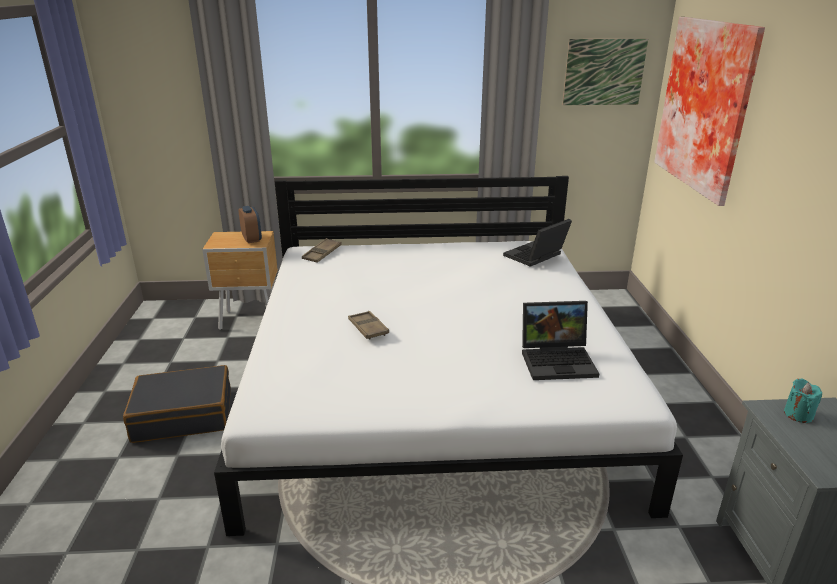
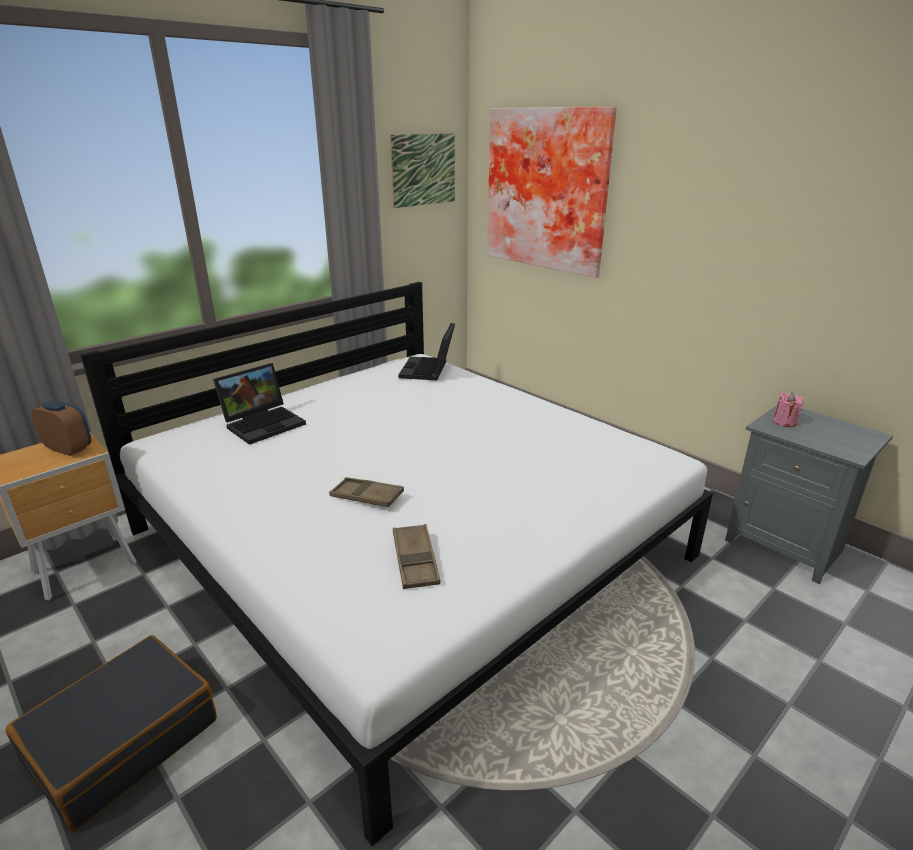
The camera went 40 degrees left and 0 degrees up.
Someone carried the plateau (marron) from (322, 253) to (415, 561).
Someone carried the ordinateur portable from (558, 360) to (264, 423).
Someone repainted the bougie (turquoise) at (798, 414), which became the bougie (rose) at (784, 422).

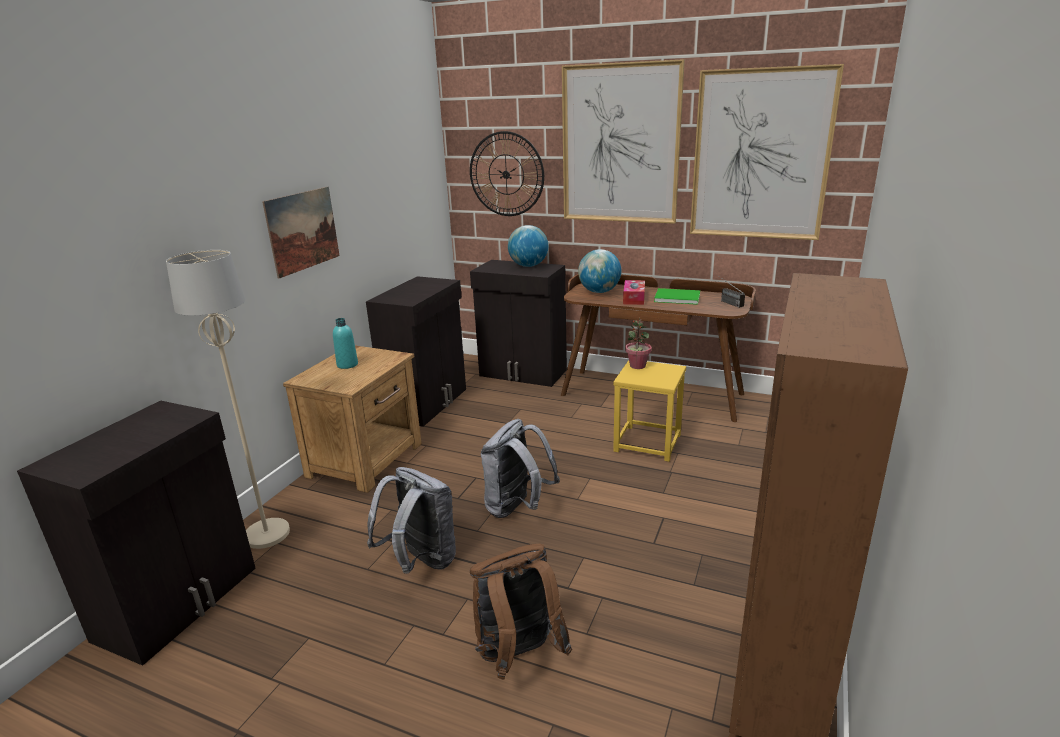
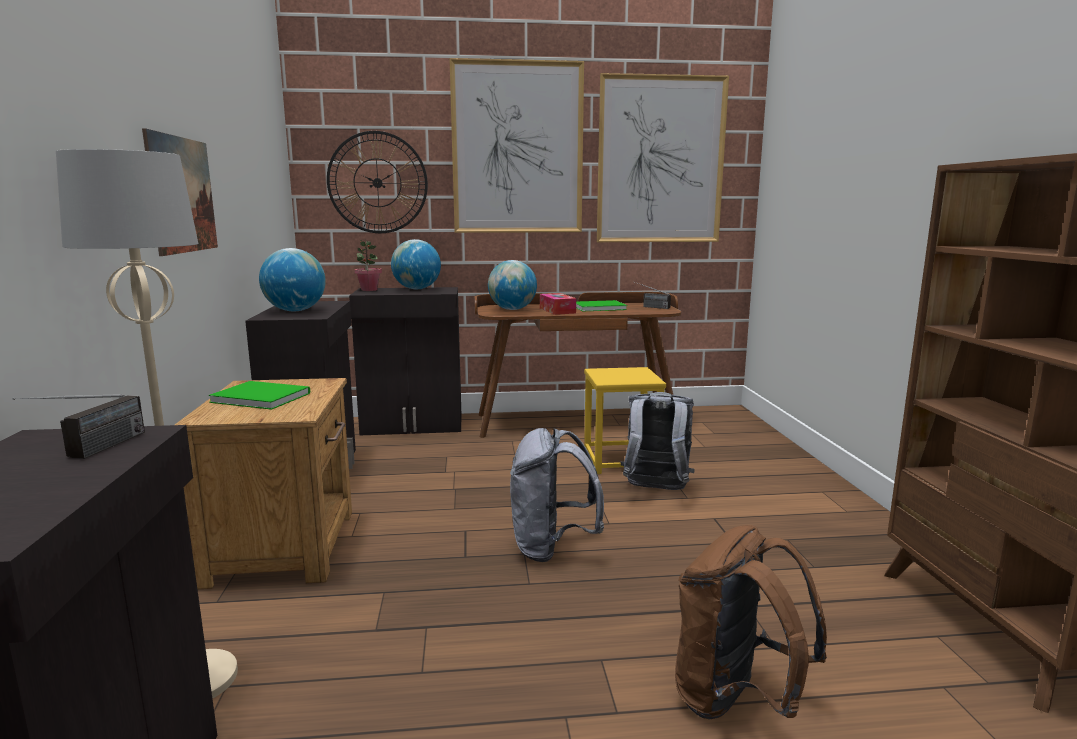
The camera went 30 degrees left and 10 degrees down.
Someone swapped the bouteille (turquoise) at (347, 365) for the livre (vert) at (260, 397).
Someone carried the plante en pot from (637, 366) to (369, 290).
Someone carried the sac à dos (gris) from (421, 562) to (655, 490).
Someone put down the globe at (295, 311).
Someone put down the radio at (92, 451).

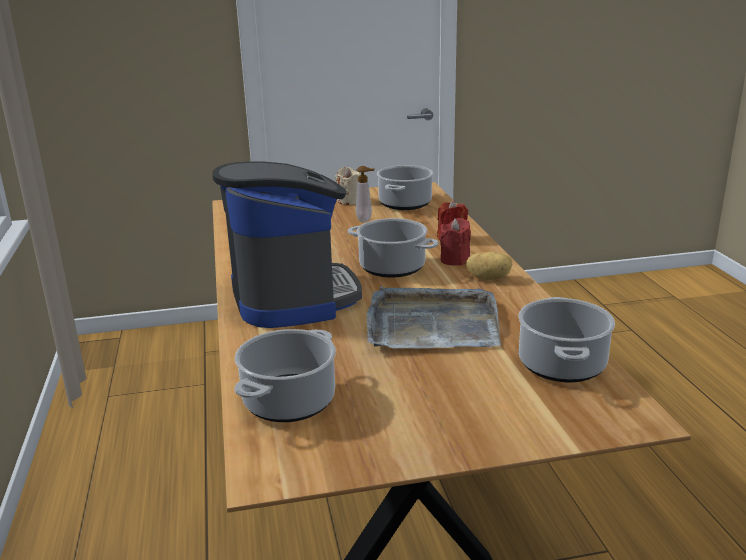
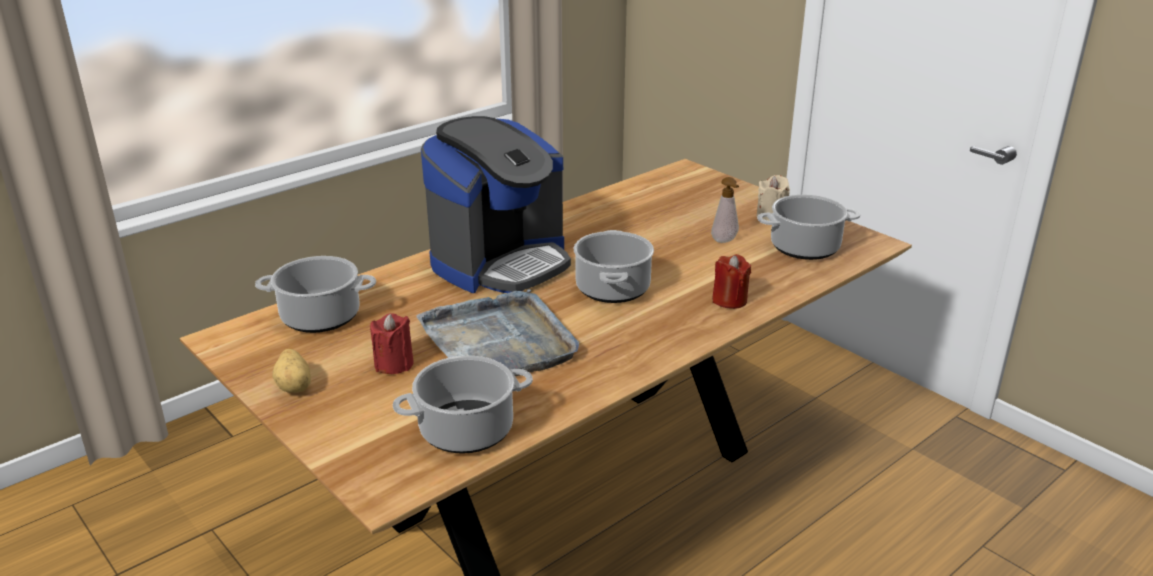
The camera went 60 degrees right and 5 degrees up.
Someone carried the bougie (rouge) from (455, 260) to (394, 364).
Someone carried the pomme de terre from (489, 278) to (295, 386).

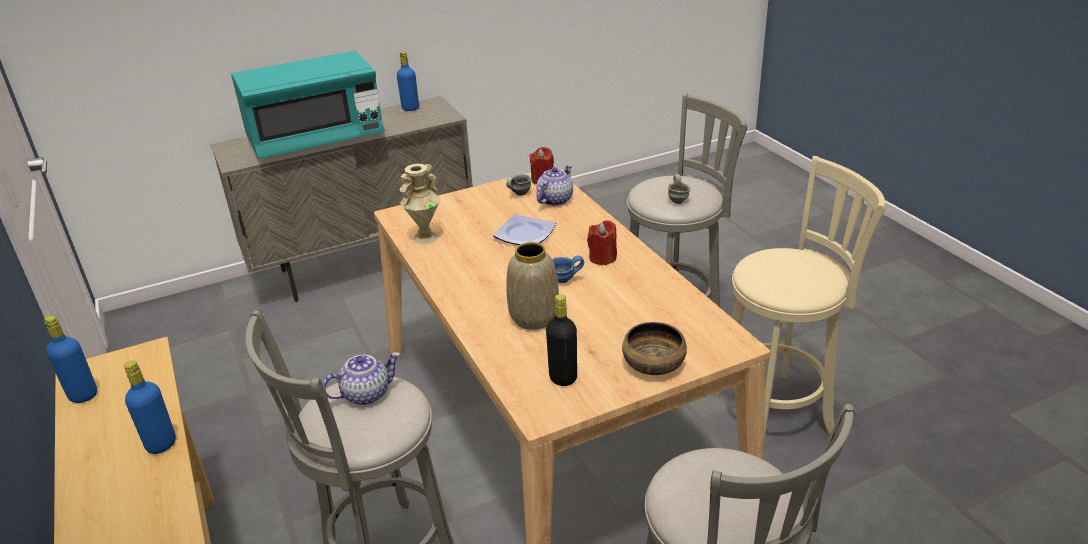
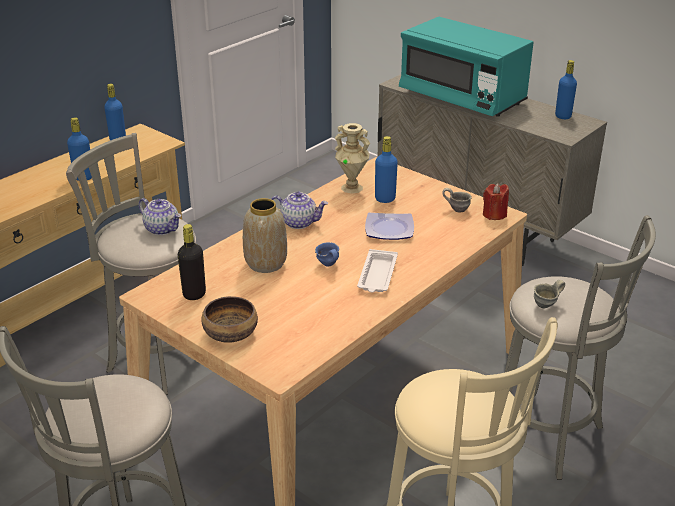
The camera went 65 degrees right and 0 degrees up.
Someone carried the théière from (555, 200) to (299, 222).
Someone swapped the bougie (rouge) at (602, 258) for the plateau (blanc) at (377, 276).
Someone put down the bouteille (bleu) at (385, 199).

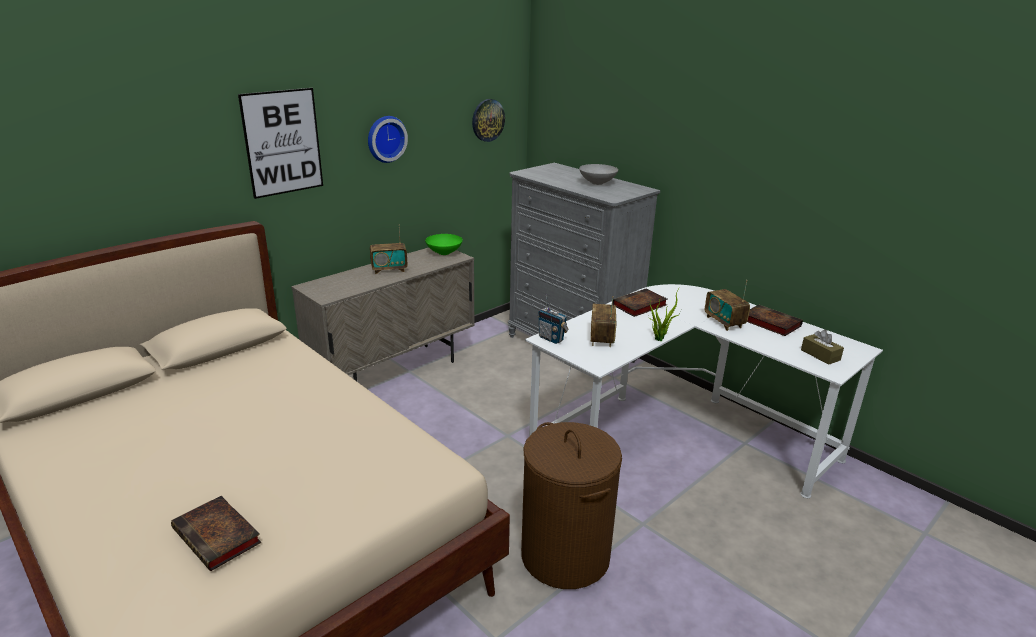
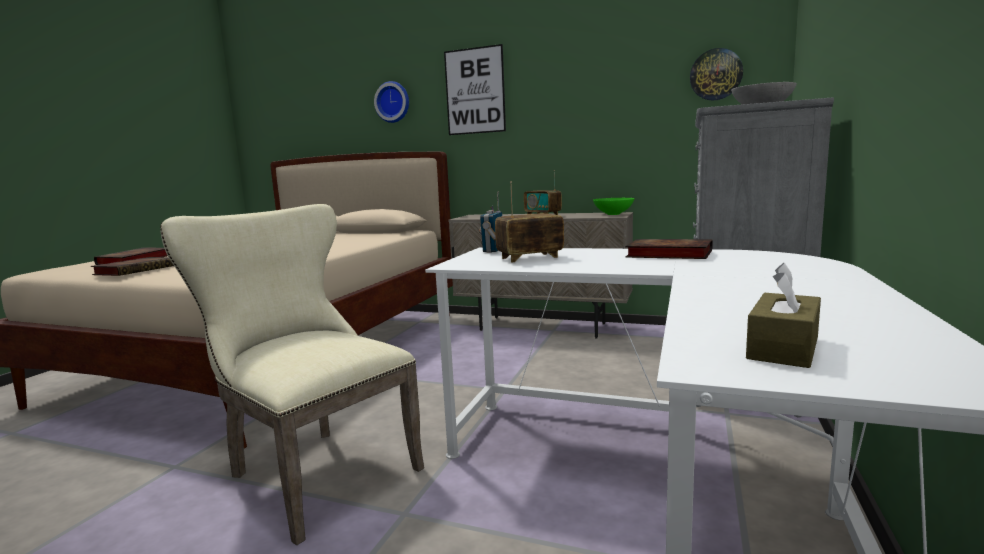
The camera went 65 degrees right and 15 degrees down.
Someone carried the horloge murale from (385, 138) to (393, 102).
Someone took away the radio at (724, 322).
Someone took away the plante en pot at (659, 338).
Someone carried the livre from (769, 323) to (137, 270).
Someone swapped the panier à linge (marron) at (564, 555) for the chaise (beige) at (313, 471).

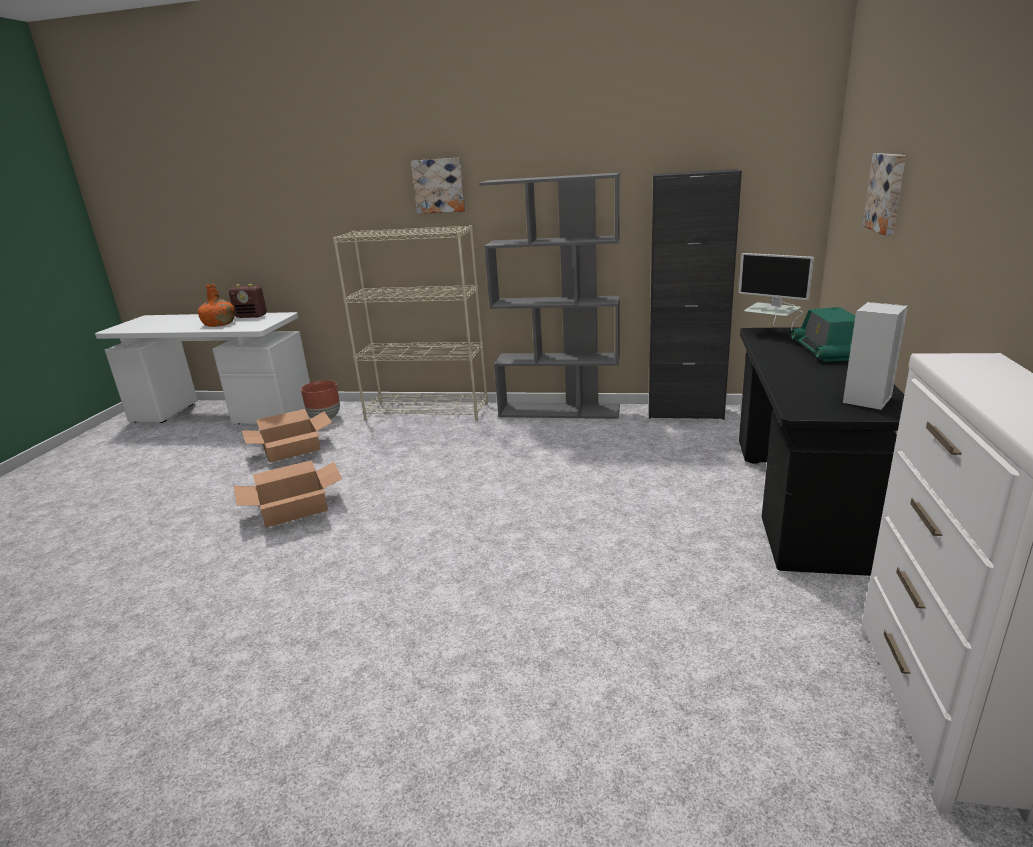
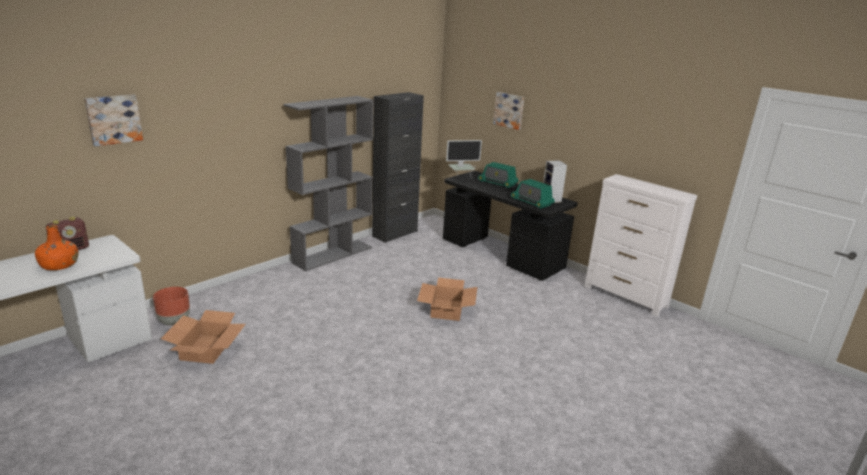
The camera went 60 degrees left and 0 degrees up.
Someone carried the tableau from (439, 185) to (113, 119).
Someone took away the bibliothèque (beige) at (427, 411).
Someone carried the carton from (293, 508) to (446, 309).
Someone put down the radio at (532, 202).

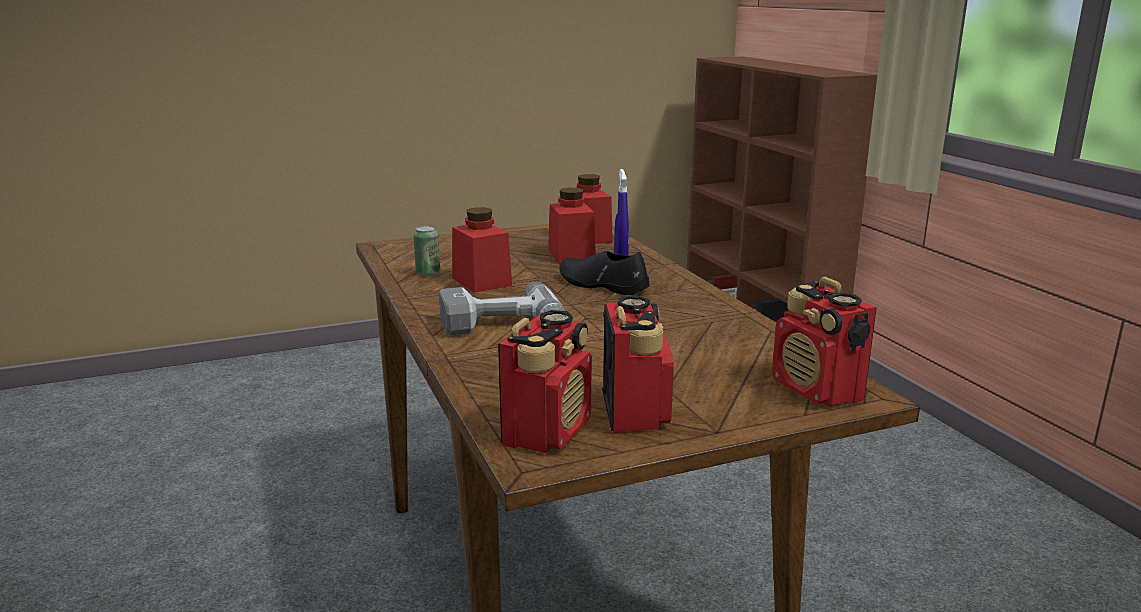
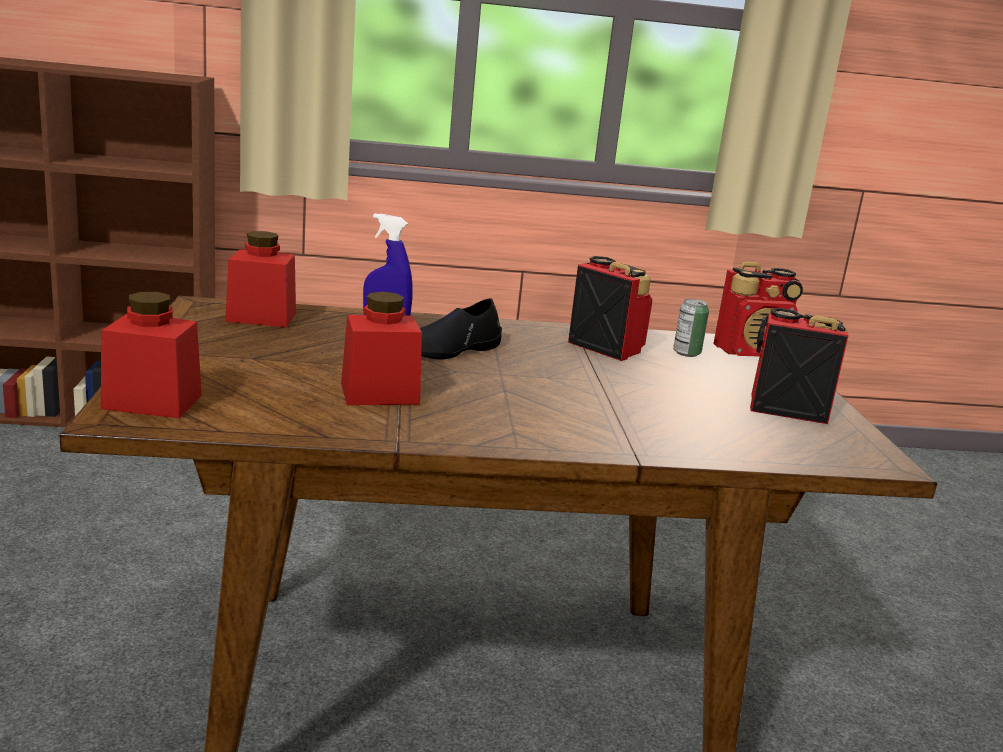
The camera went 75 degrees left and 0 degrees up.
Someone carried the bocal (rouge) from (571, 255) to (152, 402).
Someone carried the boîte métallique from (428, 273) to (686, 353).
Someone took away the perceuse at (505, 329).
Someone carried the radio from (548, 431) to (605, 348).

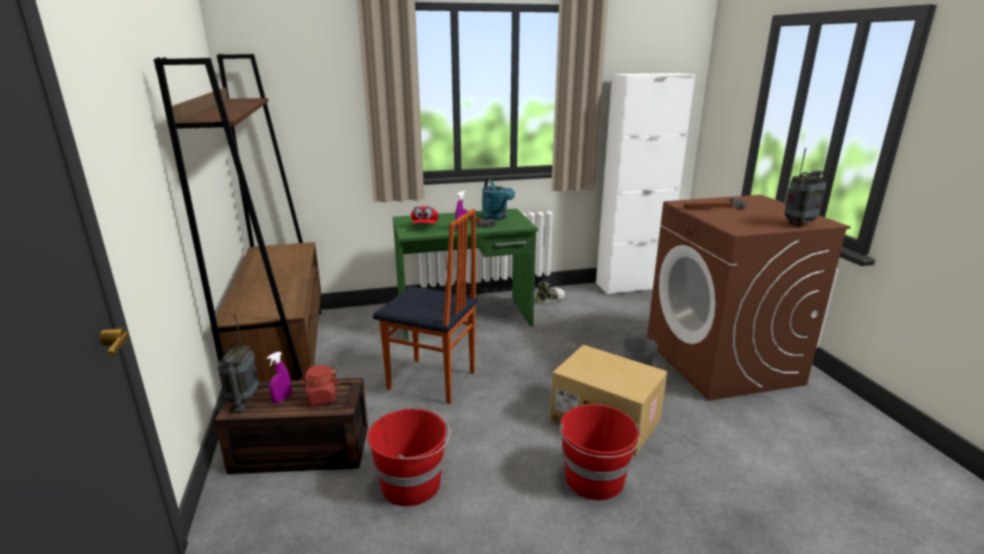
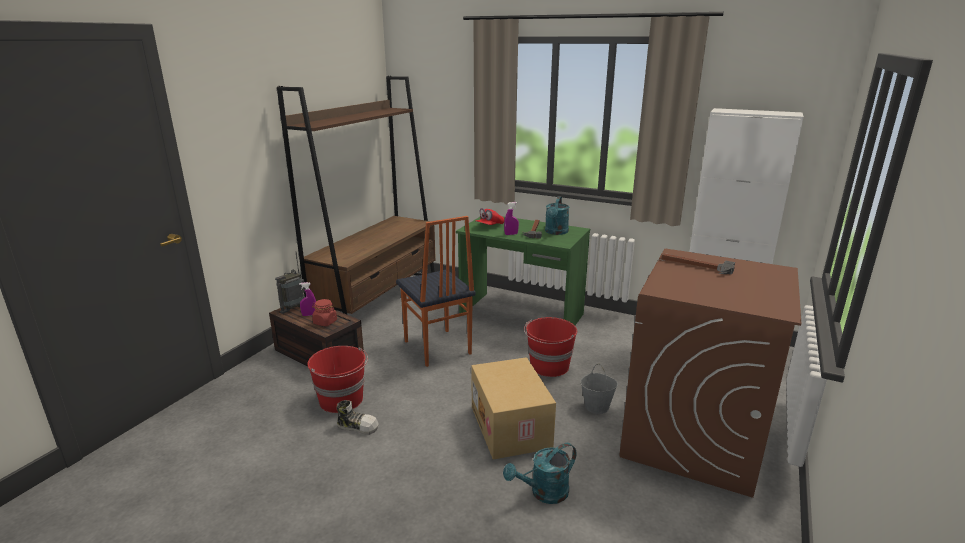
The camera went 40 degrees right and 0 degrees up.
Someone took away the radio at (799, 224).
Someone carried the chaussure from (549, 299) to (358, 426).
Someone carried the seau (rouge) from (595, 480) to (549, 366).
Someone put down the arrosoir (turquoise) at (543, 493).

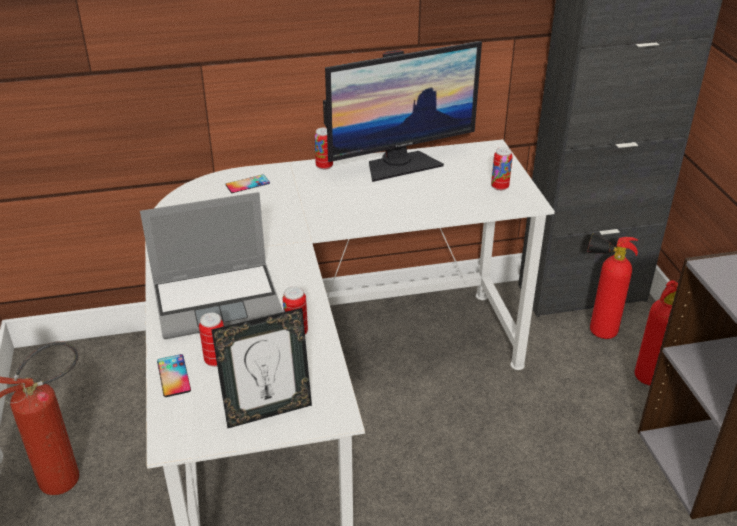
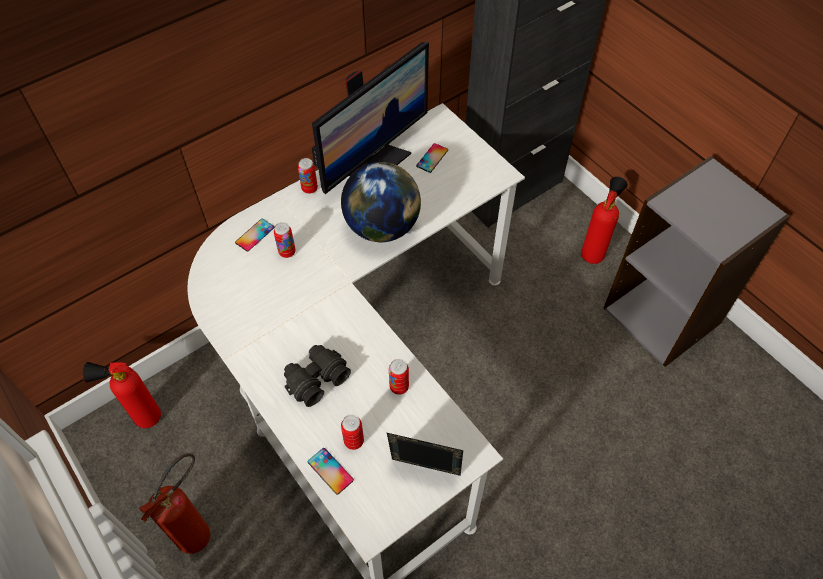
The camera went 25 degrees left and 20 degrees up.
Someone carried the boîte métallique from (499, 187) to (287, 252).
Someone swapped the ordinateur portable at (218, 300) for the jumelles (noir) at (315, 378).
Someone carried the extincteur from (596, 331) to (142, 417).
Someone rotated the cadre photo at (268, 411) by 120 degrees counterclockwise.
Someone put down the téléphone at (432, 158).
Someone put down the globe at (382, 227).

